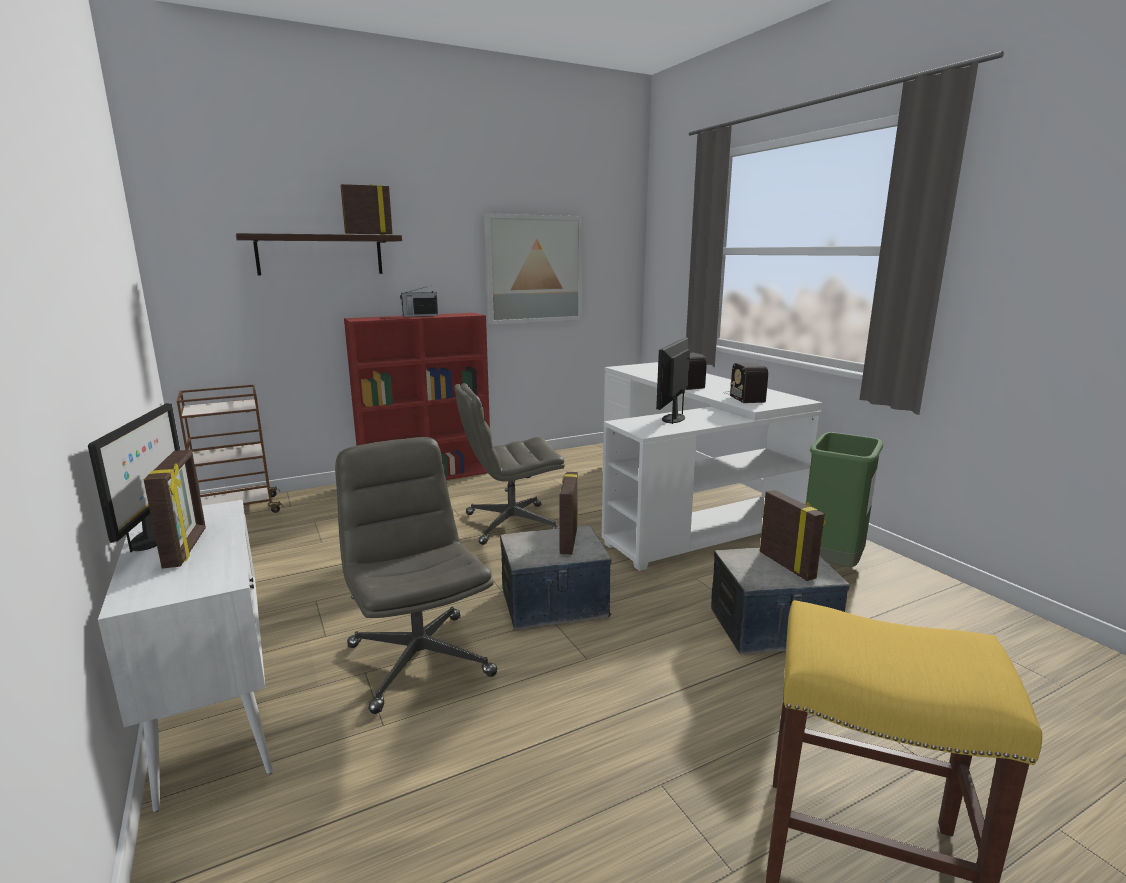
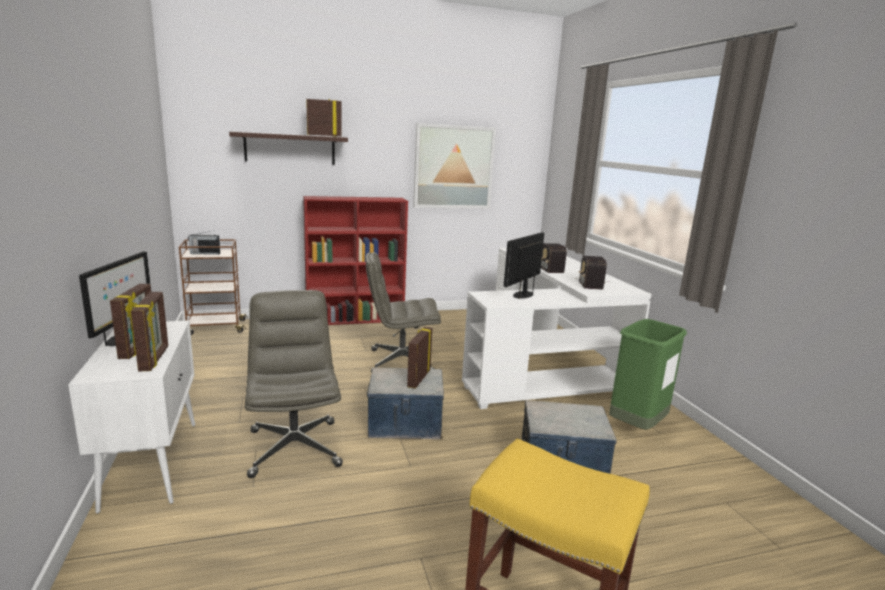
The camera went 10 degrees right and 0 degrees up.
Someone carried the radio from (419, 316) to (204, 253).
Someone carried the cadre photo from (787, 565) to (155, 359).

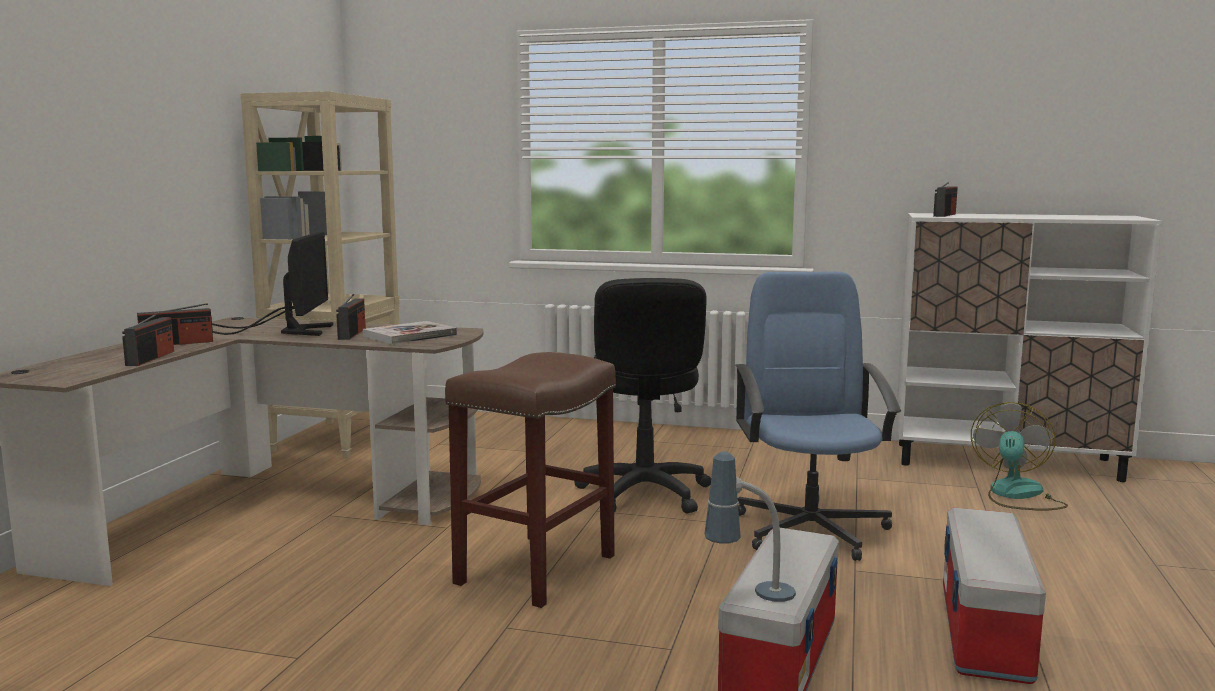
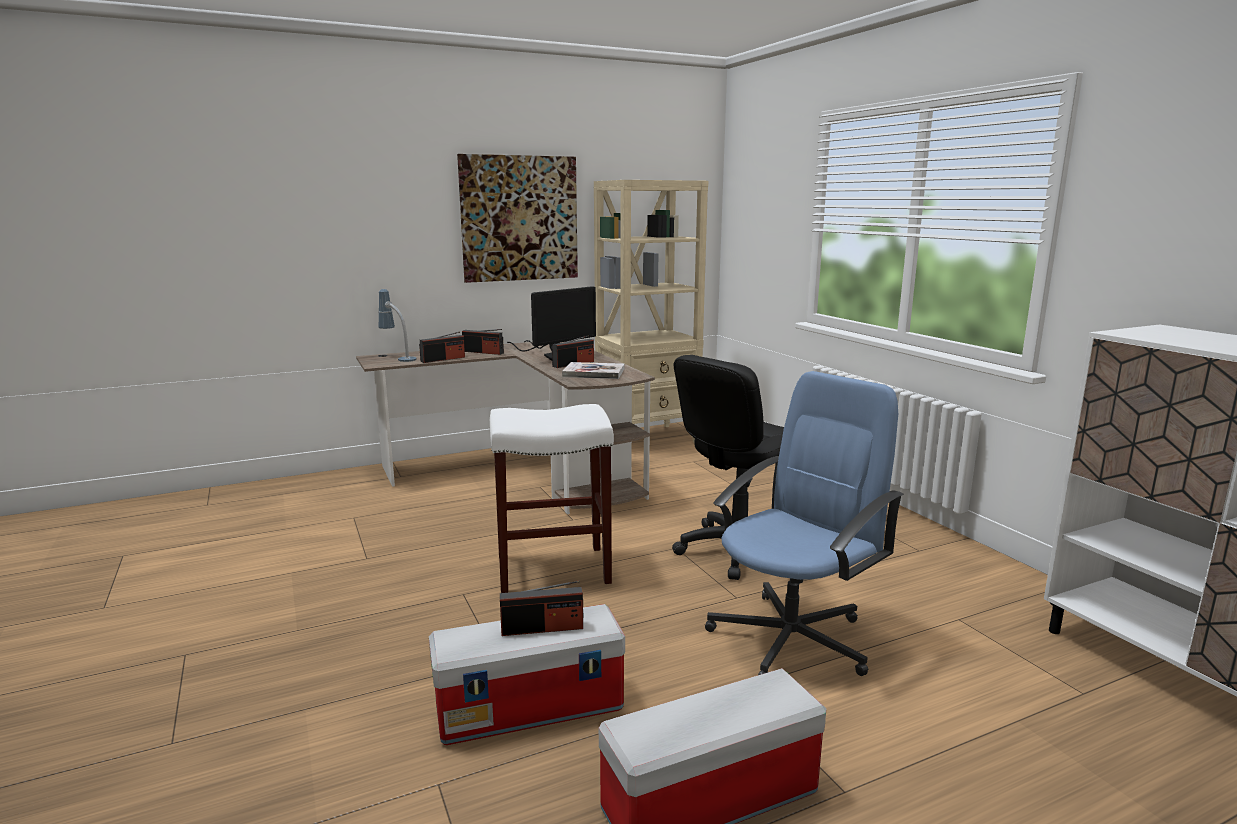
The camera went 50 degrees right and 5 degrees up.
Someone carried the radio from (944, 215) to (542, 628).
Someone repainted the tabouret (marron) at (536, 570), which became the tabouret (blanc) at (551, 569).
Someone took away the ventilateur at (1017, 495).
Someone carried the lampe de table from (749, 596) to (398, 358).
Someone put up the tableau at (519, 218).

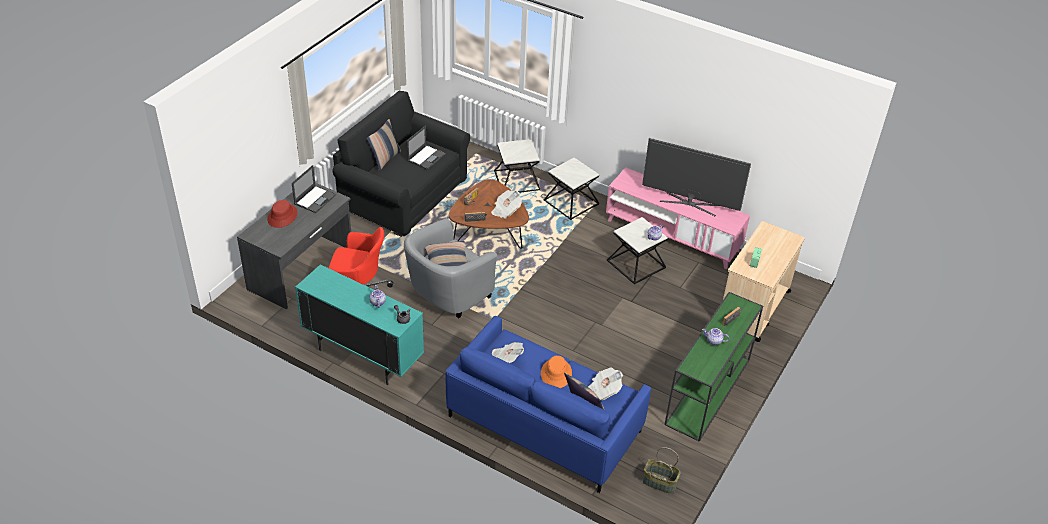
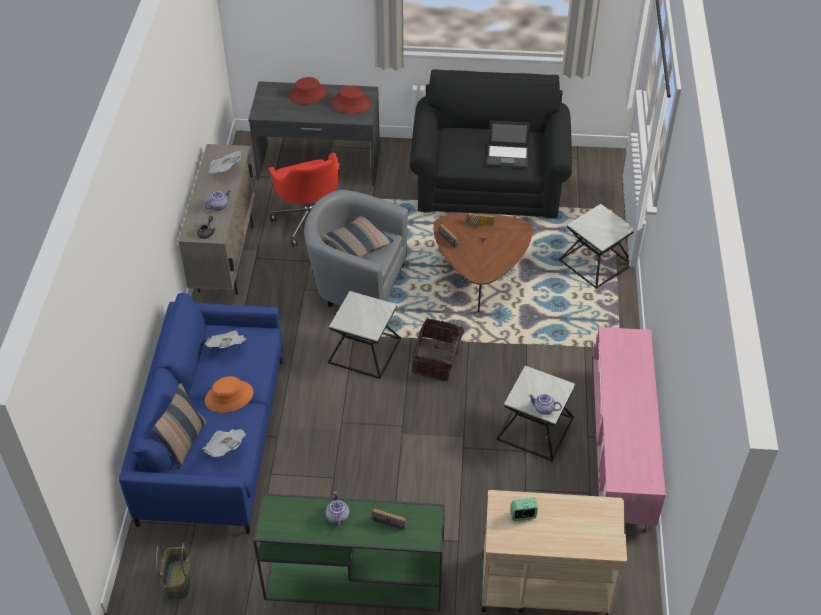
The camera went 65 degrees right and 5 degrees up.
Someone took away the coussin at (385, 159).
Someone took away the téléviseur at (689, 203).
Someone carried the table d'appoint from (571, 202) to (365, 351).
Someone swapped the ordinateur portable at (315, 199) for the chapeau (rouge) at (351, 104).
Someone carried the journal from (505, 210) to (225, 170).
Someone repainted the meuble de rangement (turquoise) at (363, 357), which became the meuble de rangement (beige) at (226, 259).
Someone put down the panier at (437, 360).

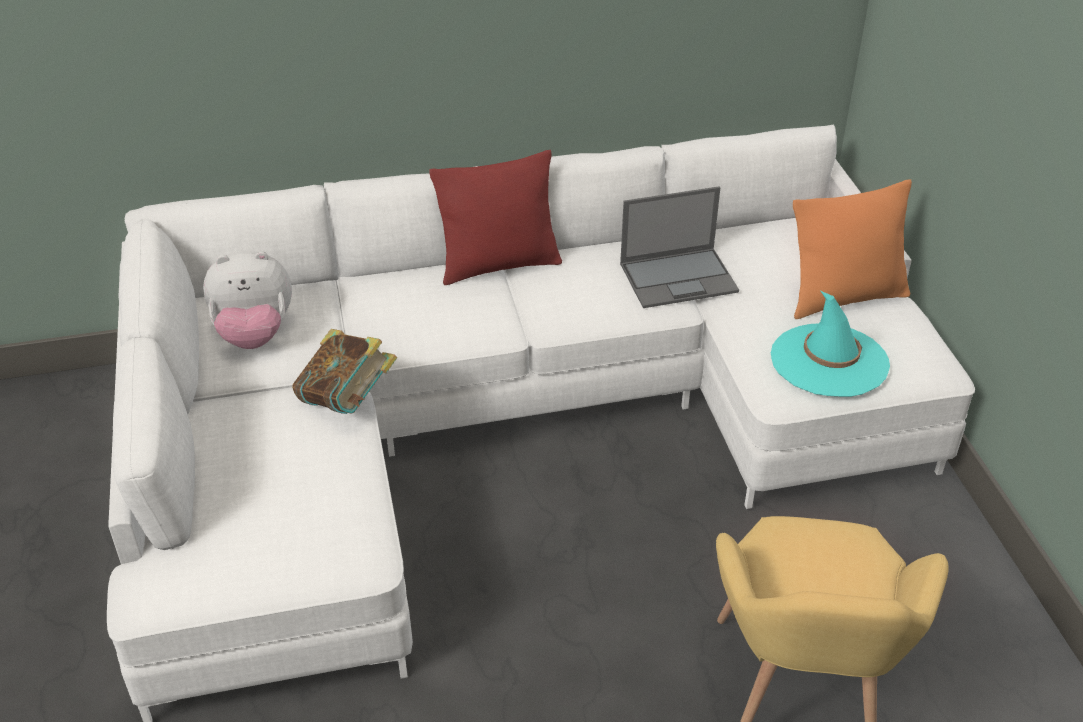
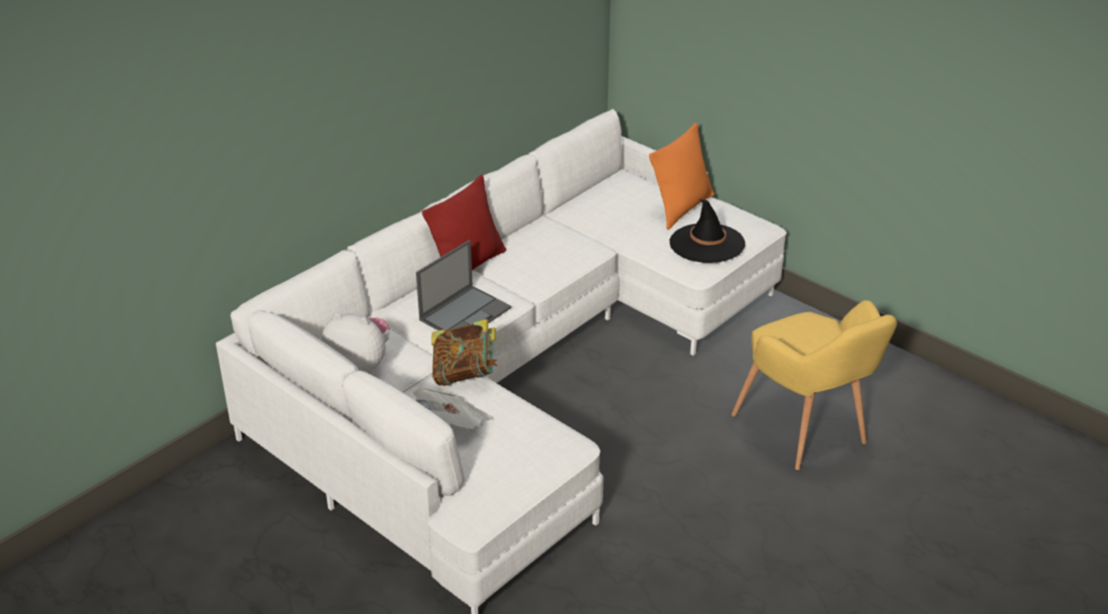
The camera went 35 degrees left and 5 degrees down.
Someone carried the ordinateur portable from (679, 277) to (466, 313).
Someone rotated the peluche at (254, 334) by 120 degrees counterclockwise.
Someone repainted the chapeau (turquoise) at (829, 361), which became the chapeau (noir) at (707, 244).
Someone put down the journal at (454, 424).

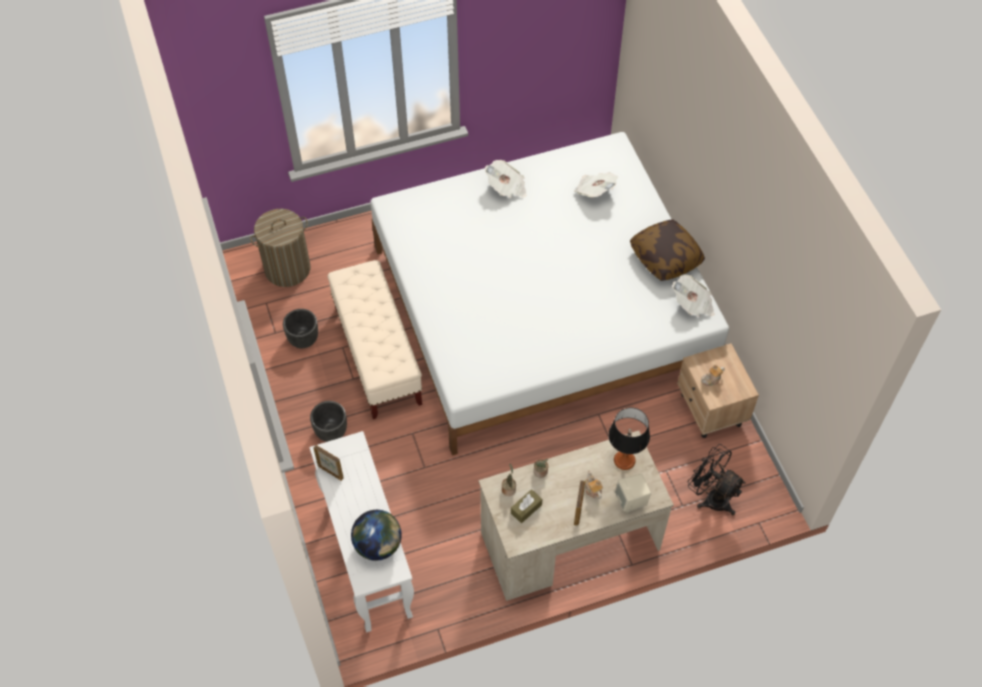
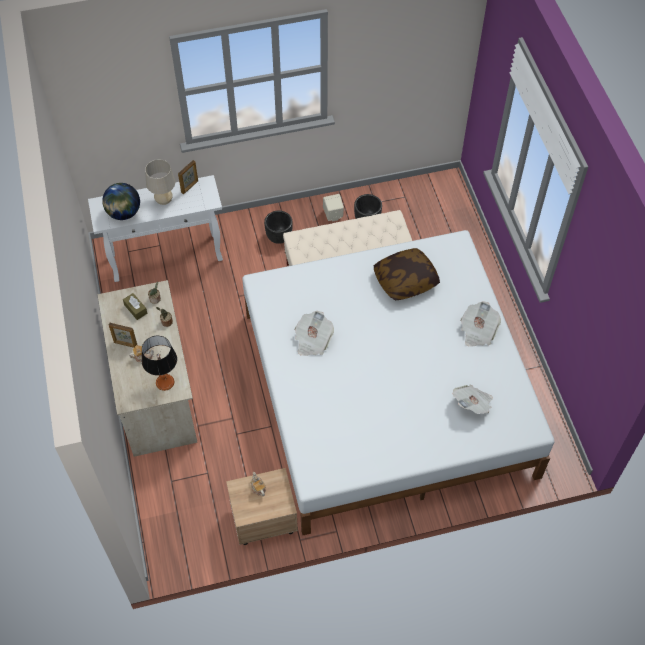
The camera went 95 degrees right and 0 degrees up.
Someone took away the panier à linge at (287, 269).
Someone carried the coussin from (665, 257) to (405, 280).
Someone carried the journal from (693, 304) to (312, 340).
Someone took away the ventilateur (noir) at (711, 497).
Someone carried the enceinte (beige) from (631, 500) to (333, 215).
Someone put down the lampe de table (beige) at (164, 200).

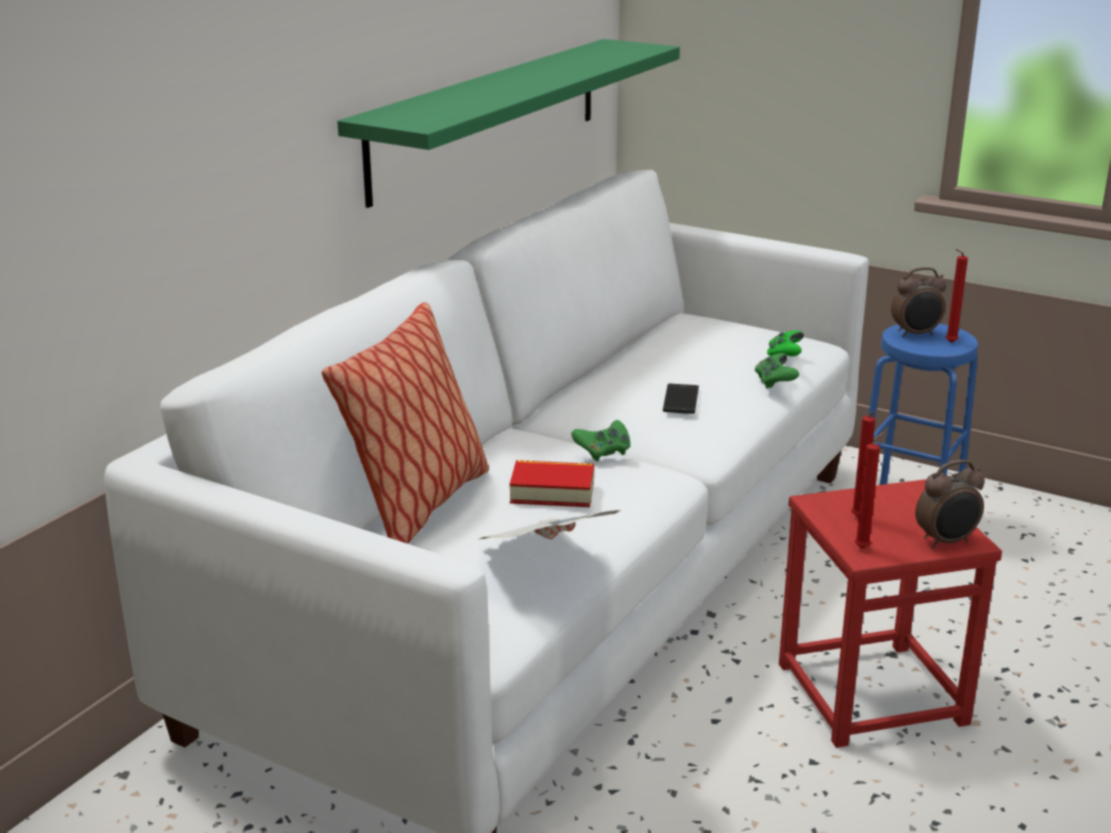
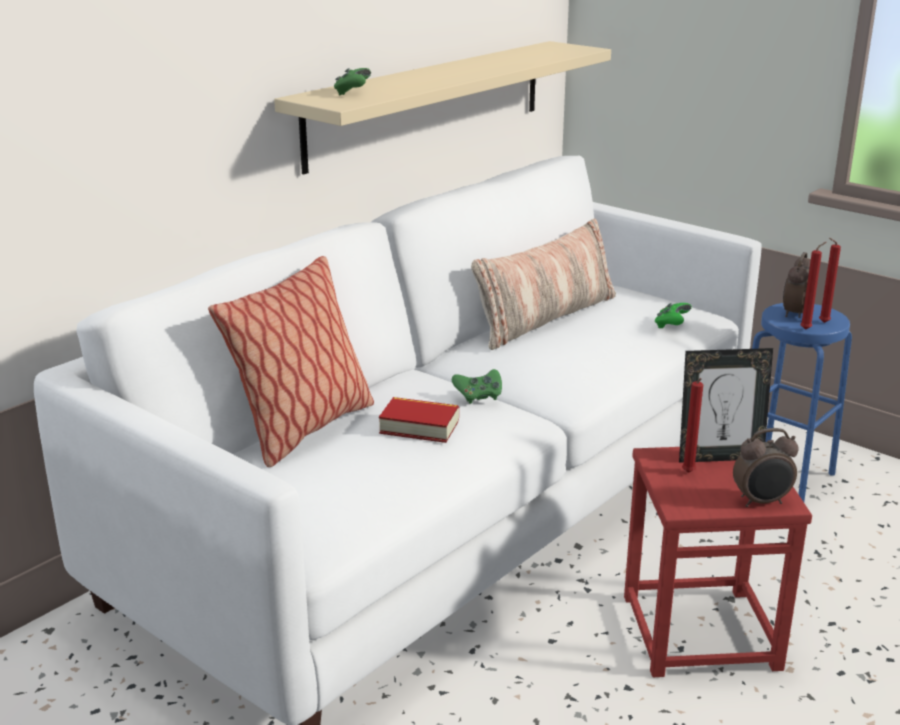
The camera went 10 degrees right and 0 degrees up.
Someone repainted the étagère (vert) at (488, 116), which became the étagère (beige) at (429, 103).
Someone rotated the réveil at (915, 334) by 120 degrees clockwise.
Someone carried the manette (vert) from (774, 382) to (352, 93).
Someone took away the téléphone at (681, 399).
Someone carried the bougie (rouge) from (864, 548) to (807, 329).
Someone took away the journal at (547, 560).
Someone put down the coussin at (545, 318).
Someone put down the cadre photo at (719, 457).

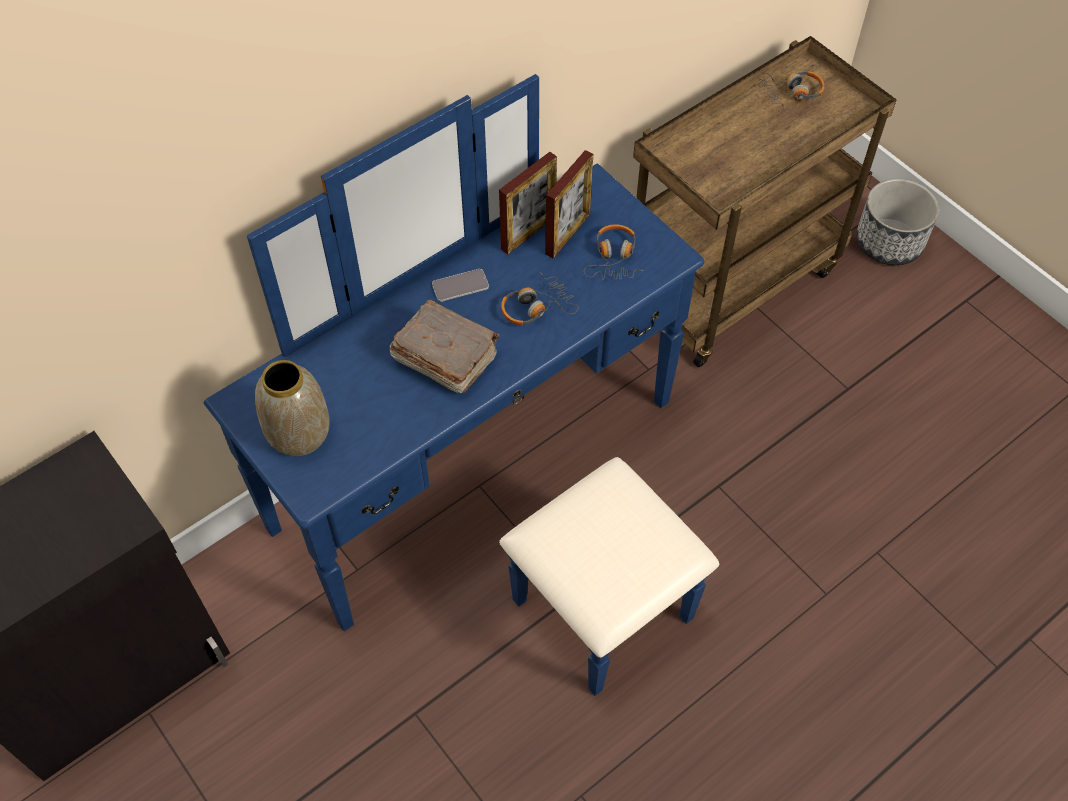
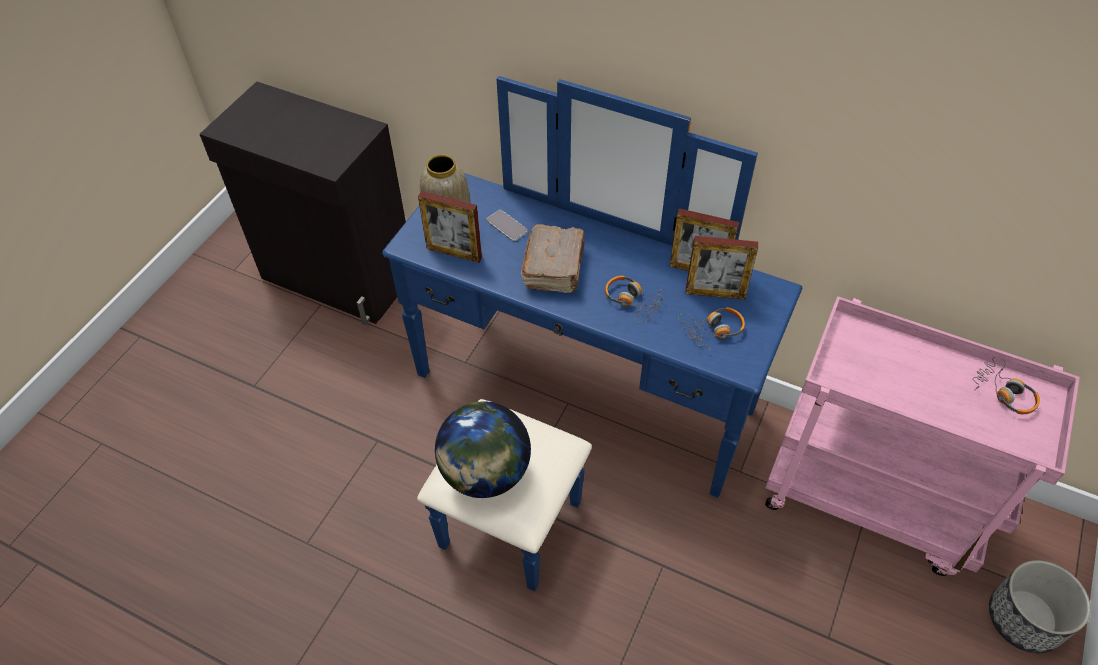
The camera went 65 degrees right and 5 degrees down.
Someone repainted the chariot (marron) at (731, 280), which became the chariot (rose) at (873, 499).
Someone carried the téléphone from (460, 286) to (507, 226).
Someone put down the cadre photo at (454, 253).
Someone put down the globe at (485, 473).

